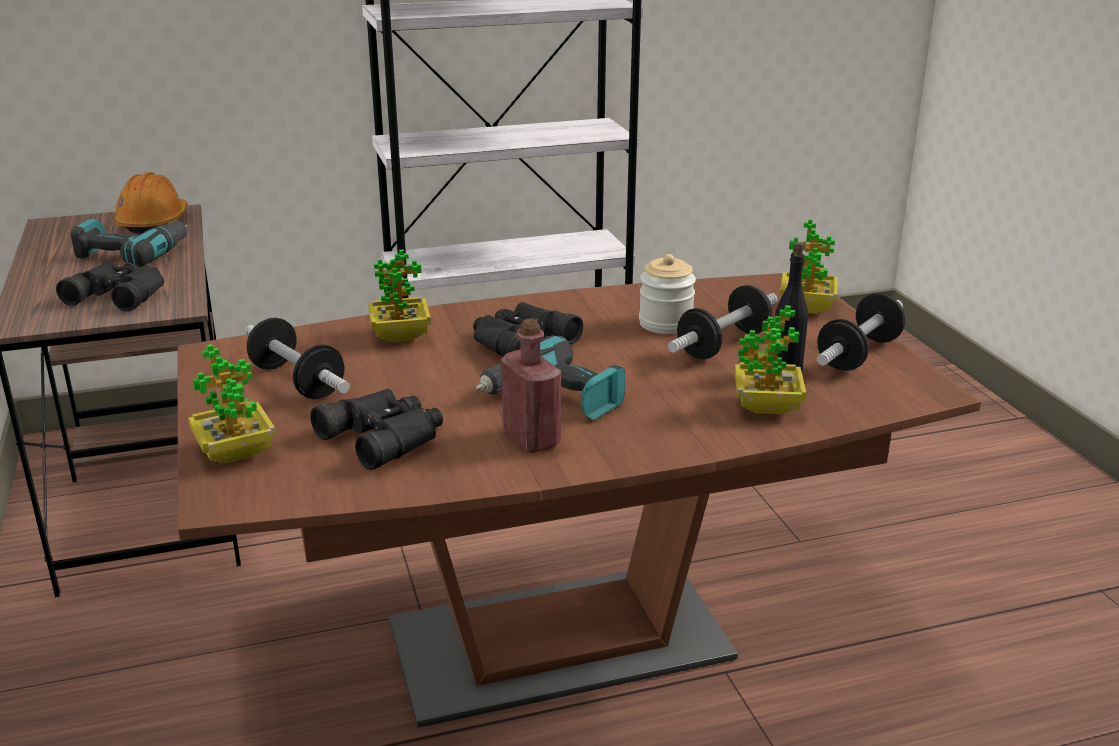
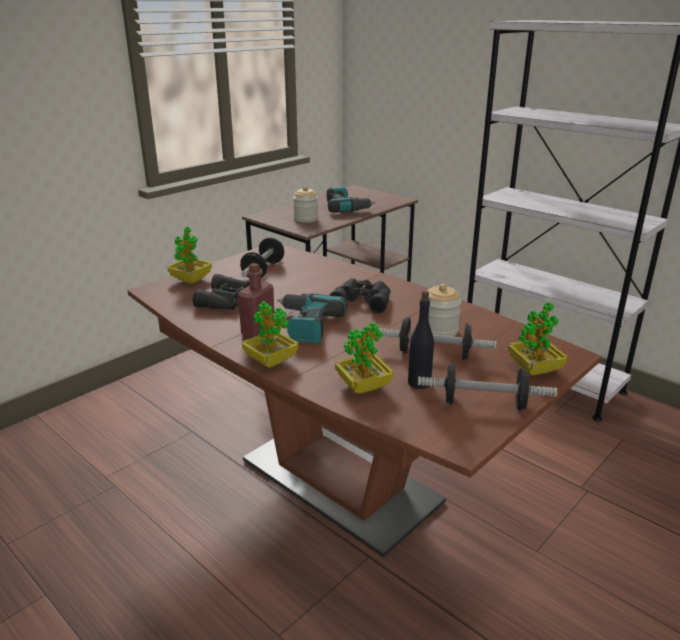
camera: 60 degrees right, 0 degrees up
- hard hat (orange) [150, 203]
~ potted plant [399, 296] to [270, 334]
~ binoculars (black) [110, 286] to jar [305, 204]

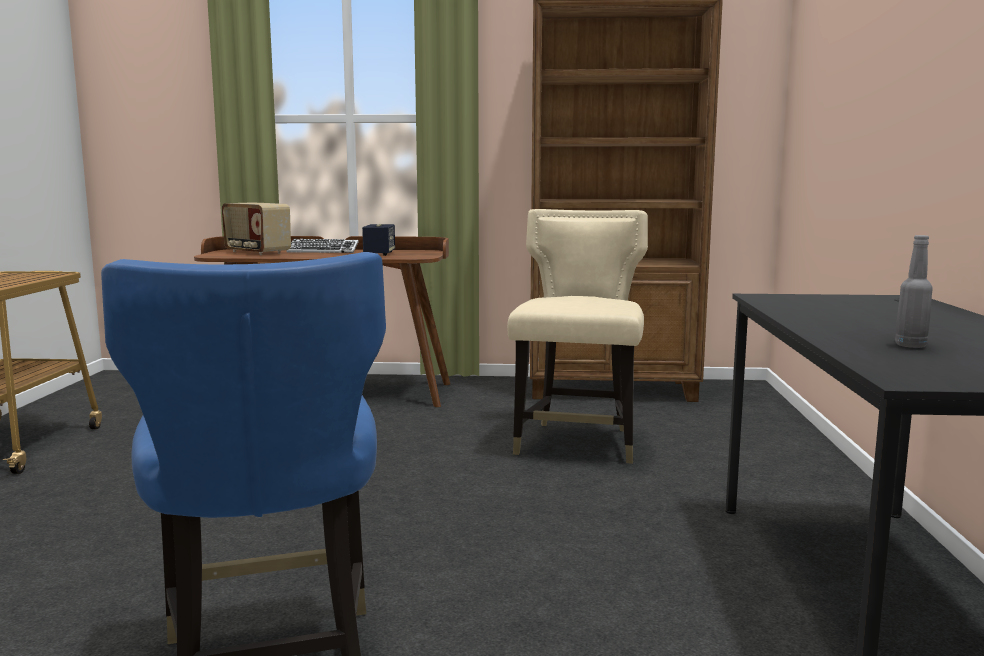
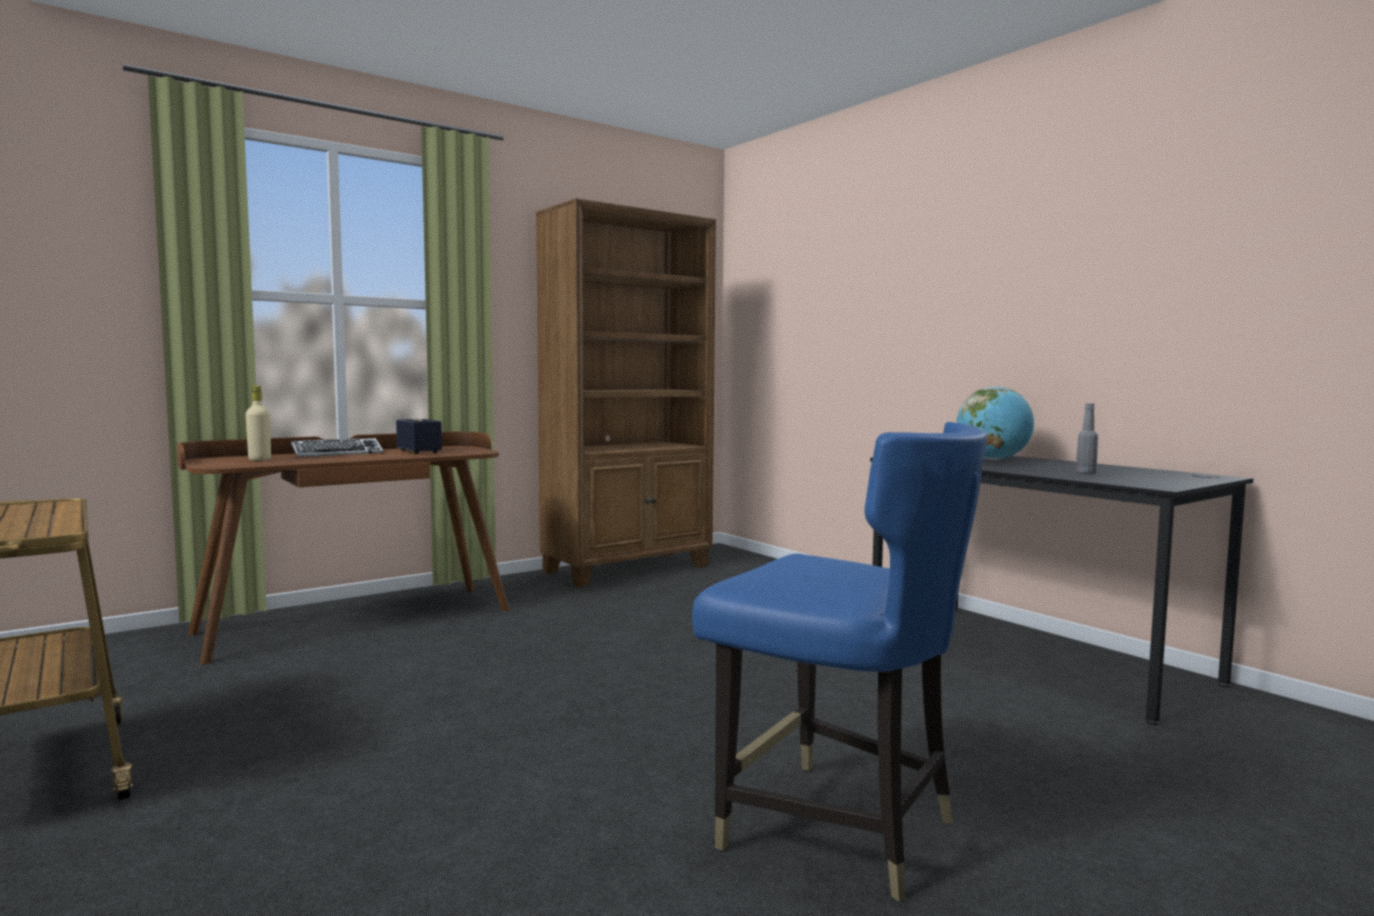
camera: 40 degrees left, 5 degrees down
- chair (beige) [577, 336]
+ globe [995, 423]
~ radio [256, 228] to bottle (beige) [258, 422]

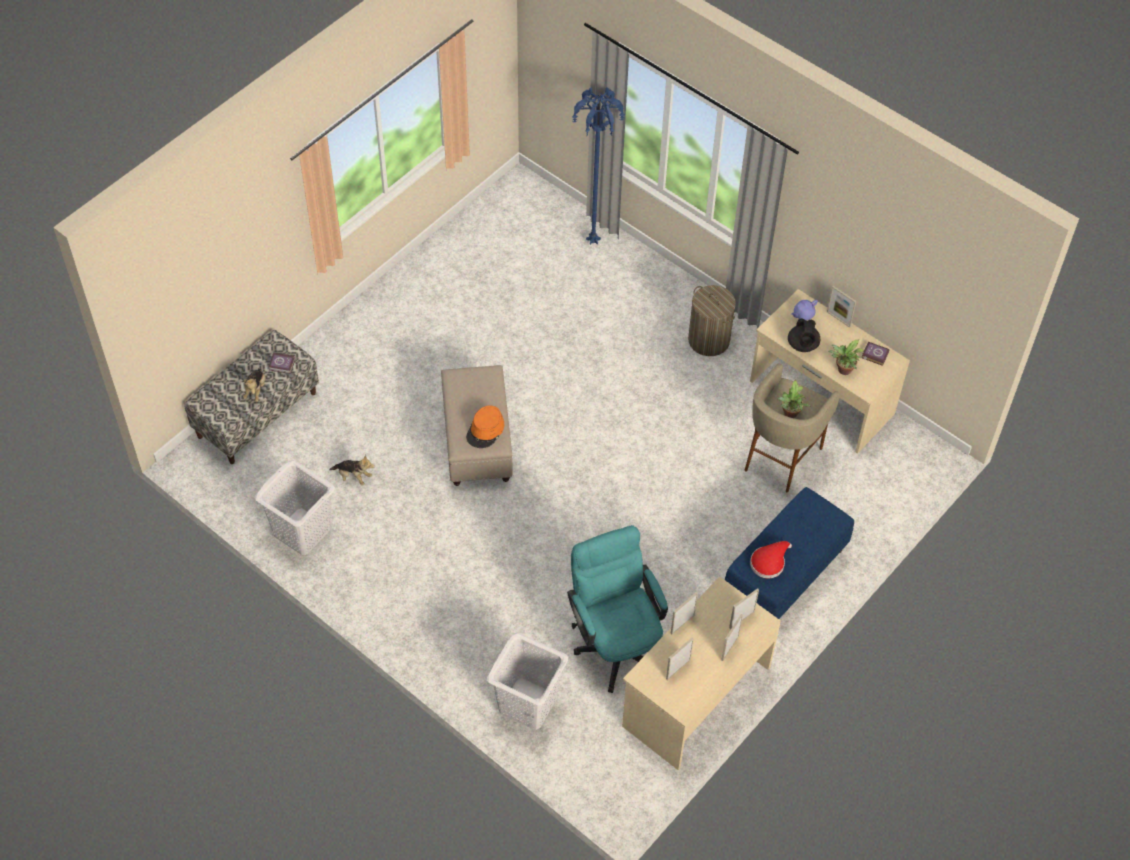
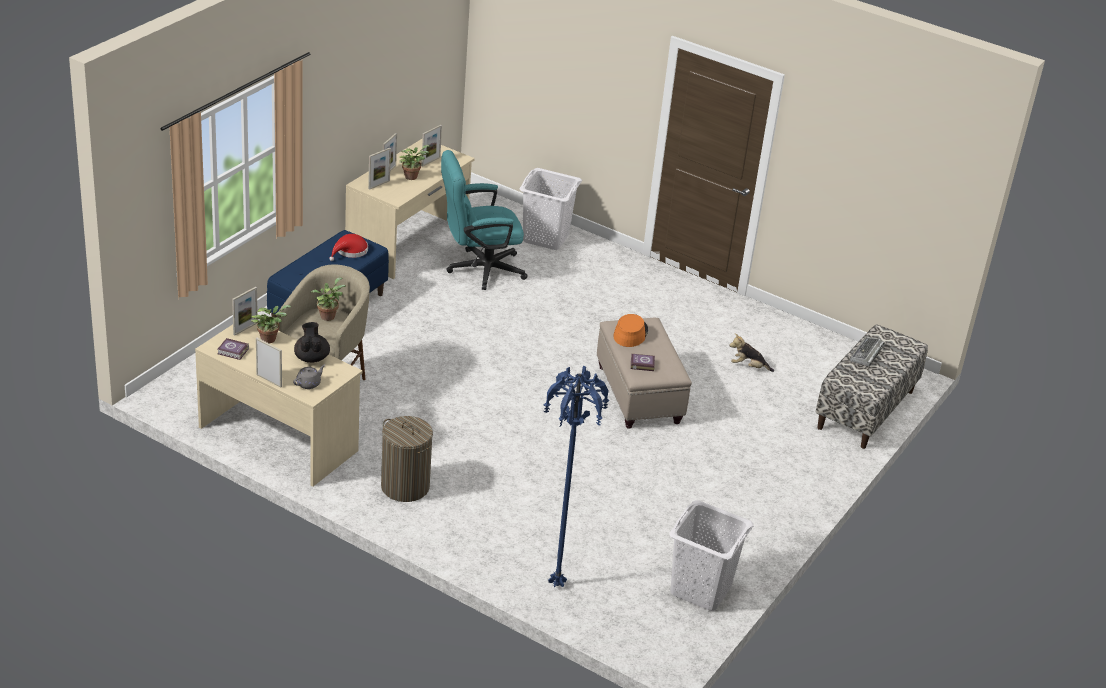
camera: 170 degrees right, 20 degrees down
+ potted plant [414, 162]
~ laundry basket (white) [295, 507] to [711, 555]
~ book [282, 363] to [643, 362]
~ picture frame [684, 613] to [245, 311]
~ plush toy [254, 385] to keyboard [867, 352]
~ teapot (purple) [804, 310] to teapot (grey) [309, 376]
~ office chair (turquoise) [617, 609] = [484, 220] 105 degrees clockwise

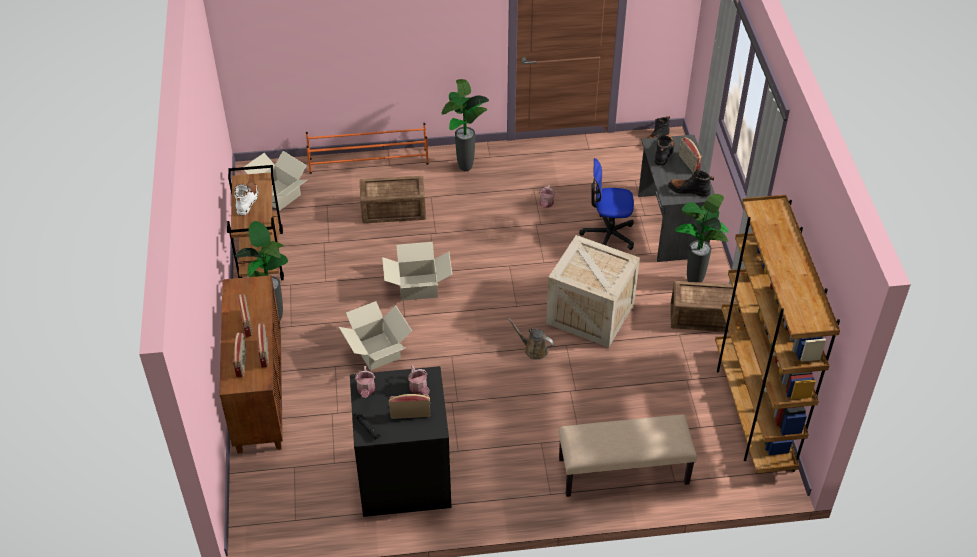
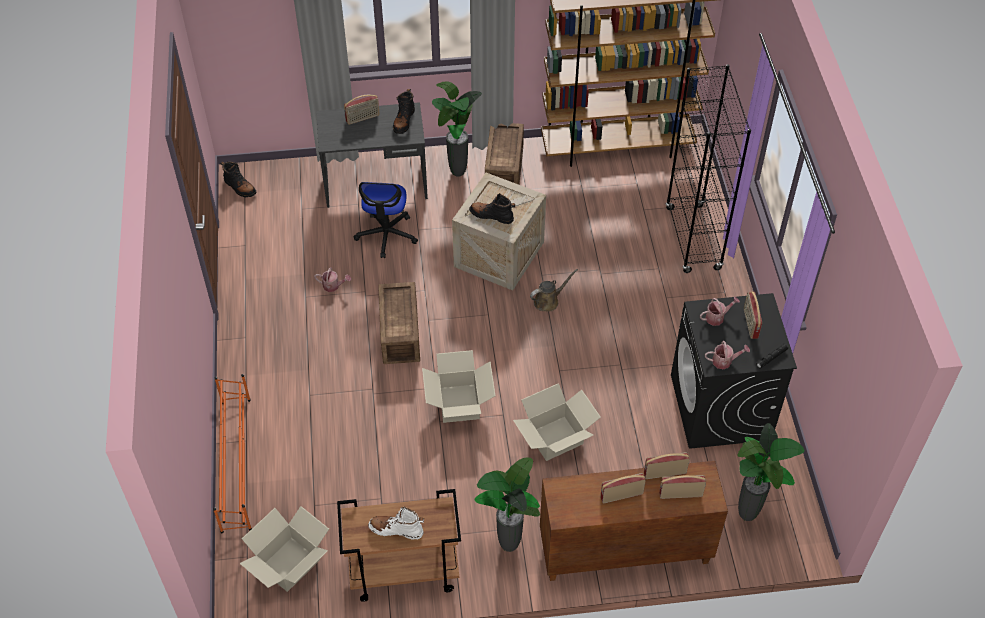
camera: 90 degrees left, 5 degrees up
~ crate [393, 199] to [399, 323]
~ potted plant [465, 125] to [771, 472]
~ boot (black) [664, 150] to [492, 208]
~ bench (beige) [628, 456] to bookcase (black) [708, 168]
~ watering can (brown) [530, 339] = [554, 290] 150 degrees counterclockwise

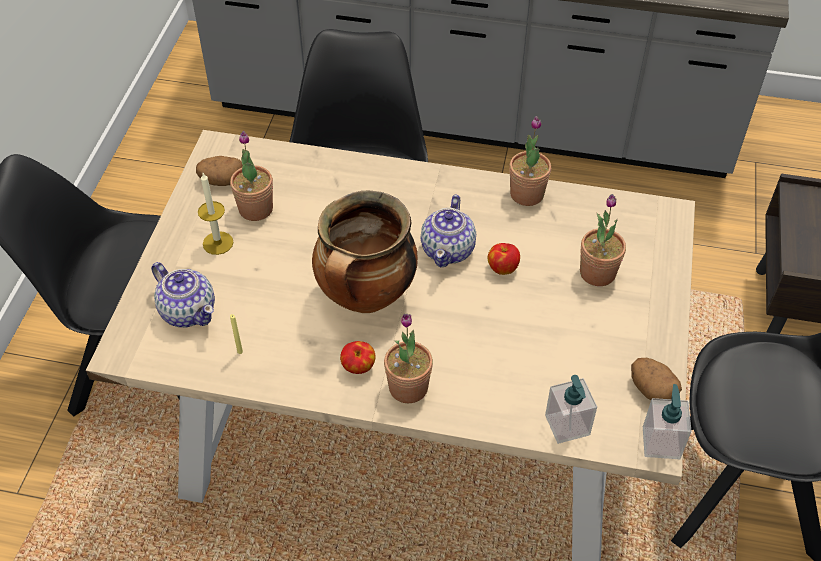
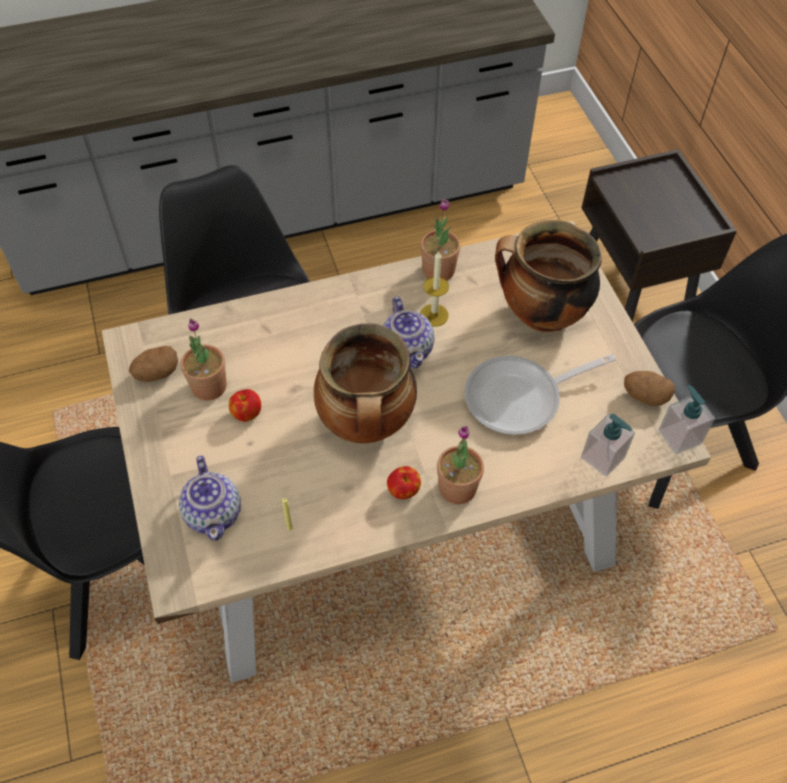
camera: 30 degrees left, 5 degrees up
+ frying pan [540, 394]
~ candle [216, 214] to [434, 289]
~ apple [504, 259] to [245, 405]
~ potted plant [603, 240] to cooking pot [548, 276]
~ teapot [183, 294] = [210, 498] 60 degrees clockwise

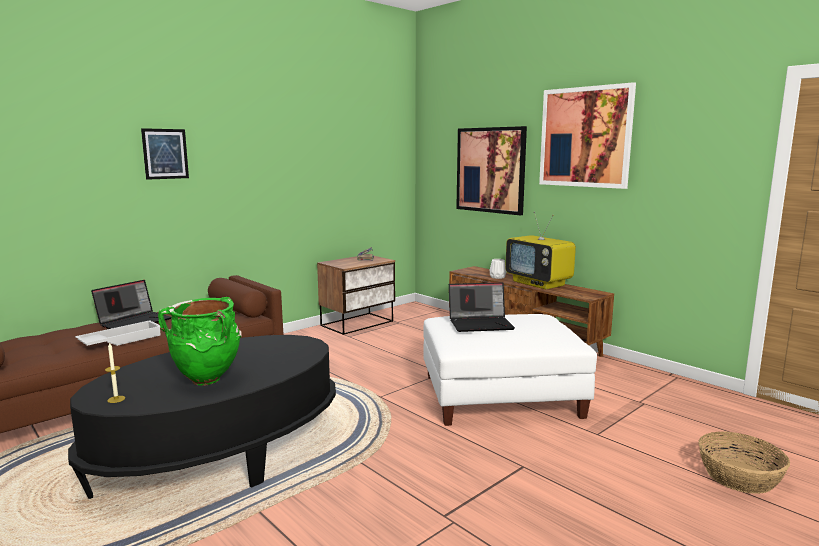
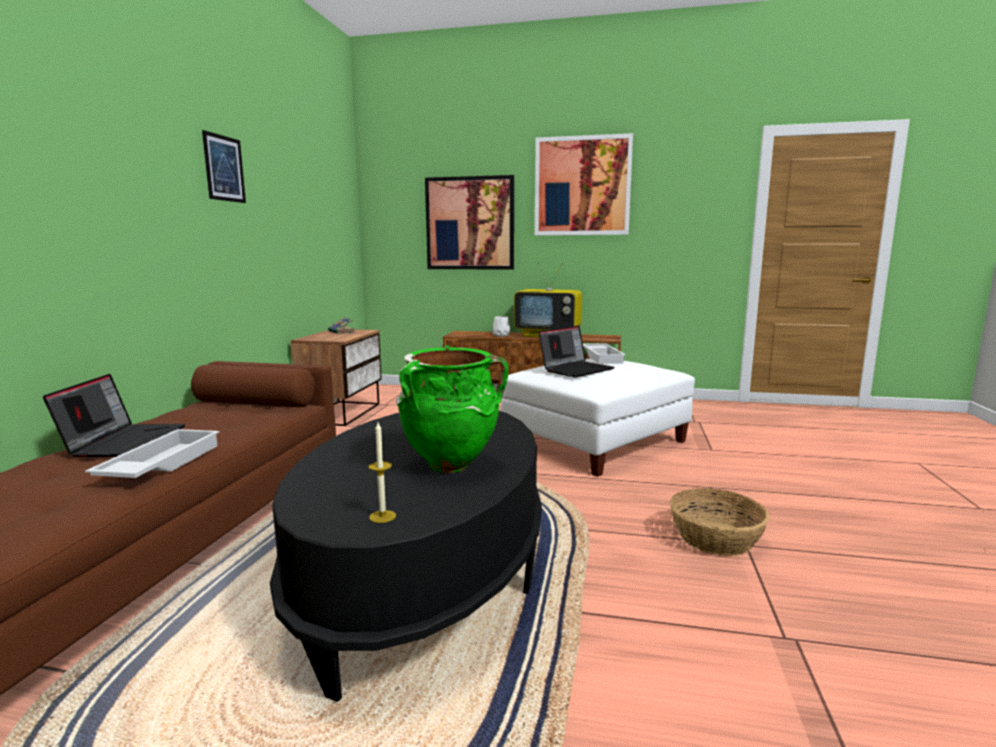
camera: 35 degrees left, 0 degrees up
+ tray (white) [604, 353]
~ picture [165, 154] to [224, 166]
~ basket [744, 463] to [720, 522]

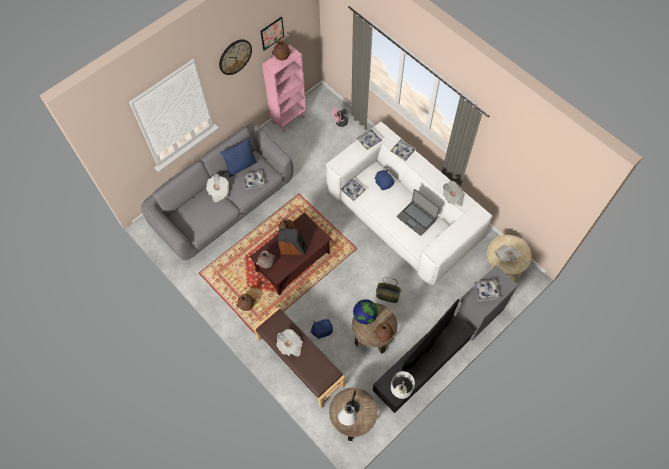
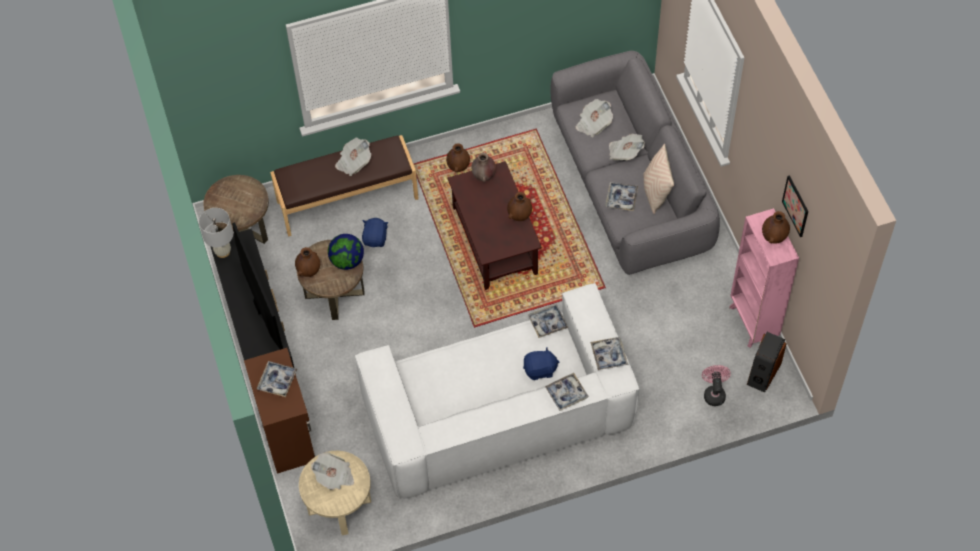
camera: 115 degrees right, 5 degrees down
- wall clock [235, 57]
- table lamp [349, 408]
- basket [388, 290]
- laptop [418, 212]
~ speaker [292, 241] to [767, 362]
~ newspaper [454, 193] to [594, 118]
~ pillow (blue) [239, 157] to pillow (beige) [658, 179]
~ cabinet (grey) [487, 303] to cabinet (brown) [279, 411]

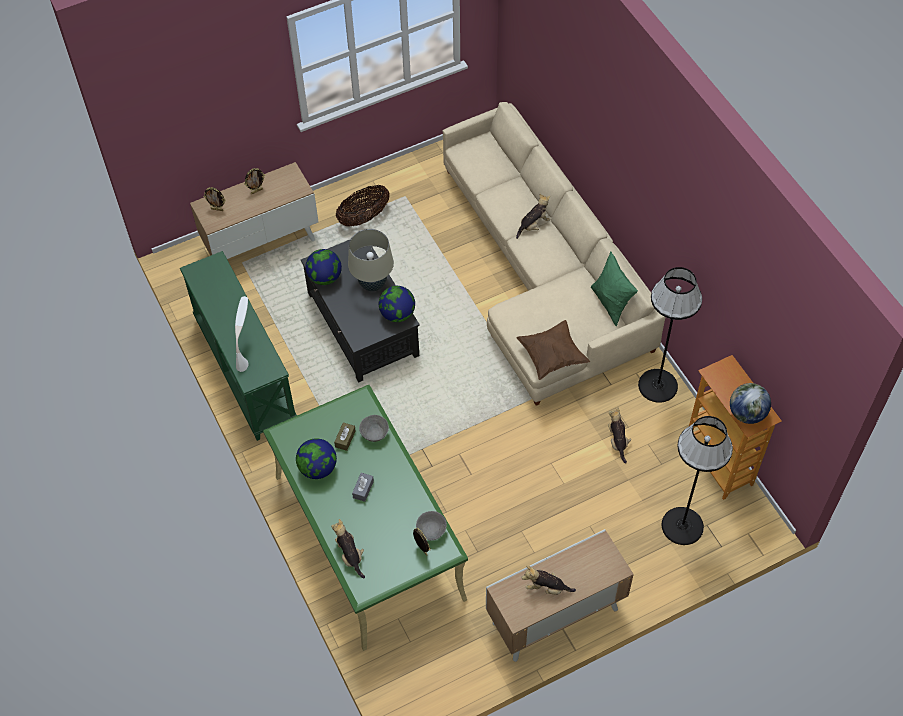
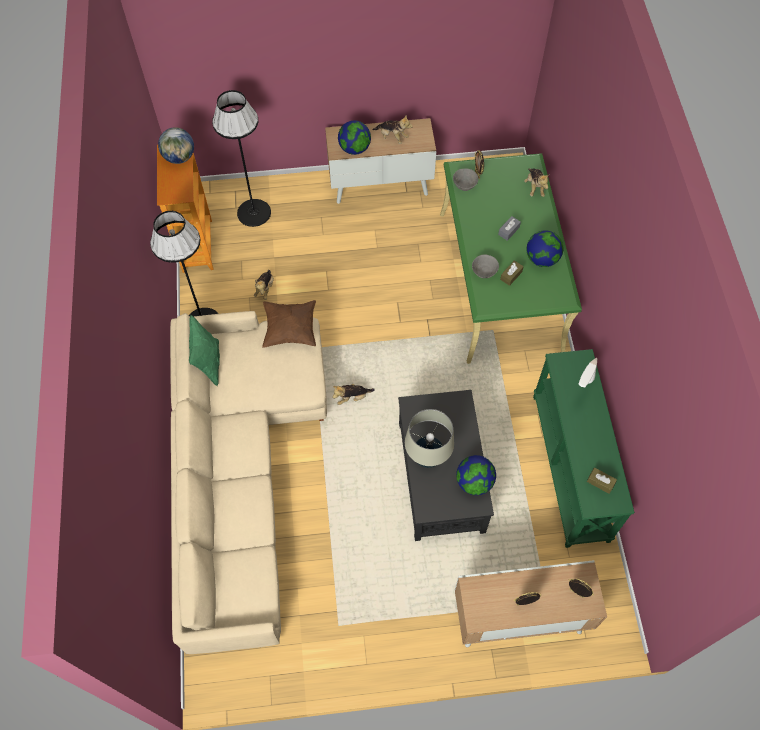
camera: 160 degrees left, 5 degrees up
- basket [363, 206]
+ tissue box (brown) [602, 481]
~ globe [397, 304] to [354, 138]
~ plush toy [533, 216] to [353, 394]

